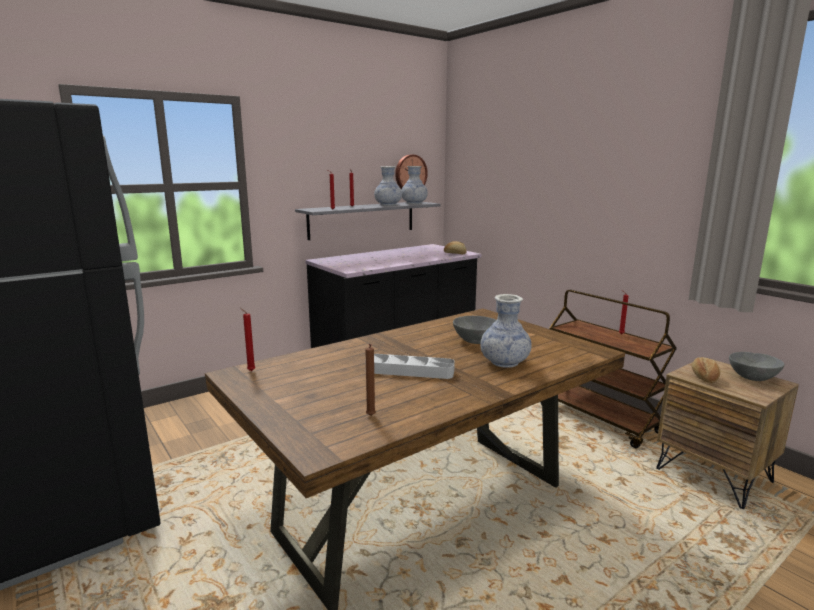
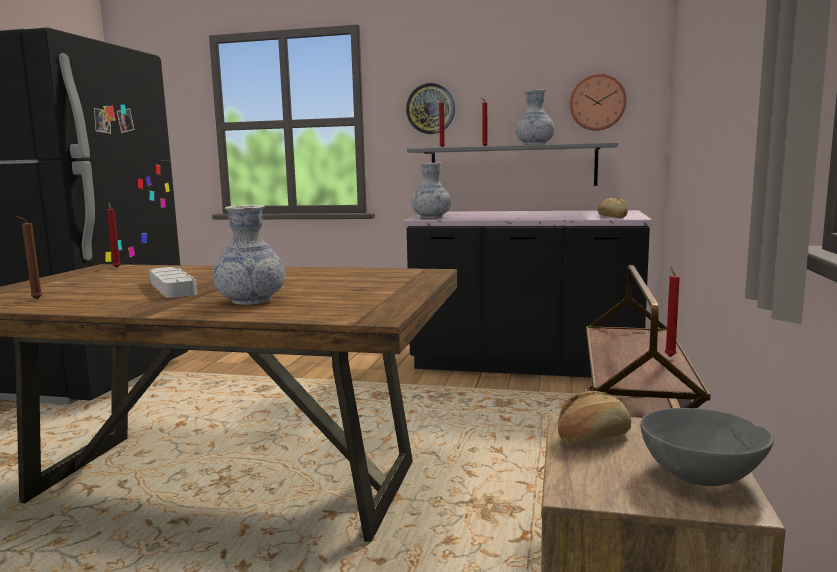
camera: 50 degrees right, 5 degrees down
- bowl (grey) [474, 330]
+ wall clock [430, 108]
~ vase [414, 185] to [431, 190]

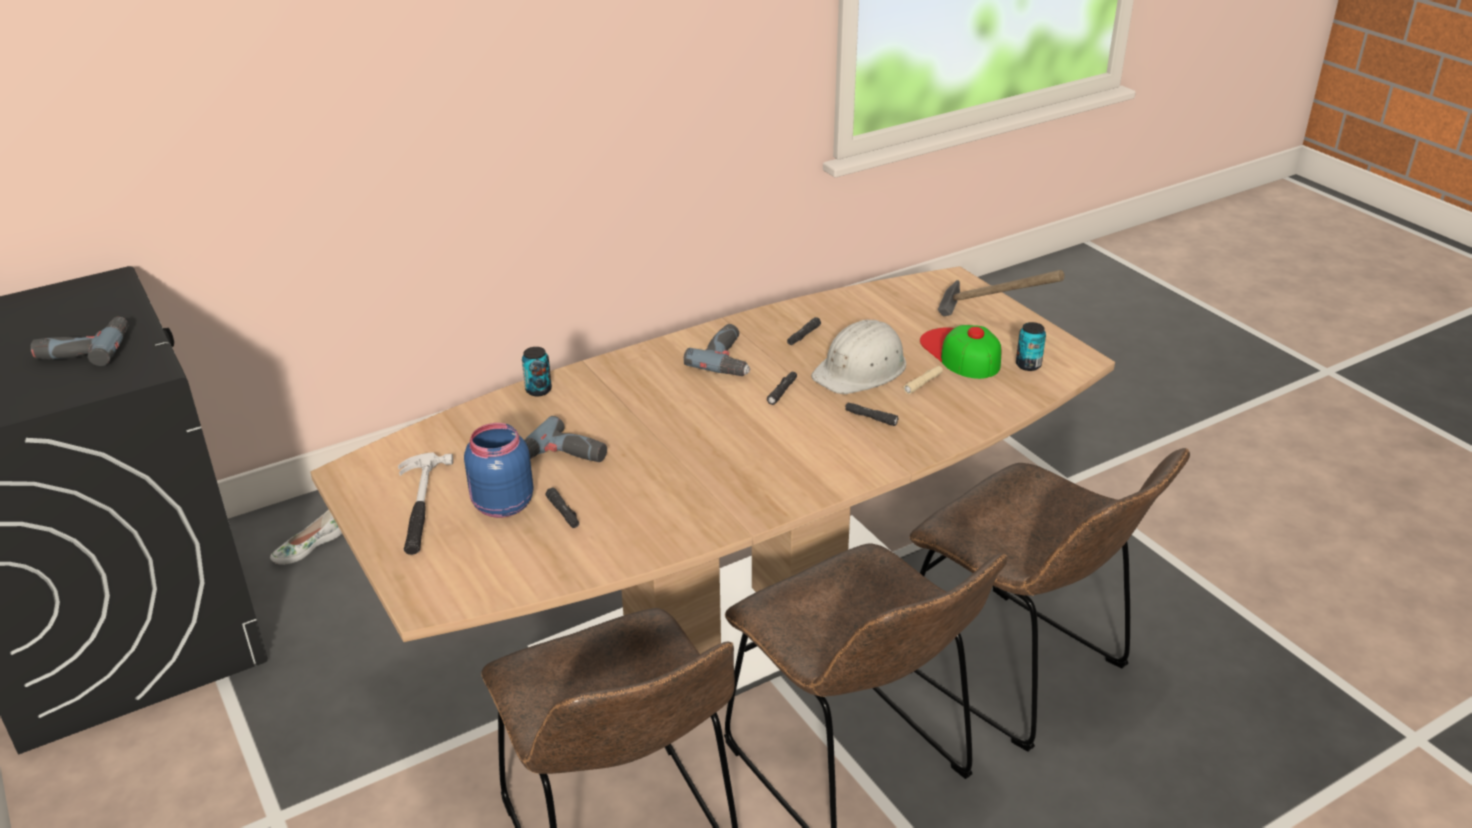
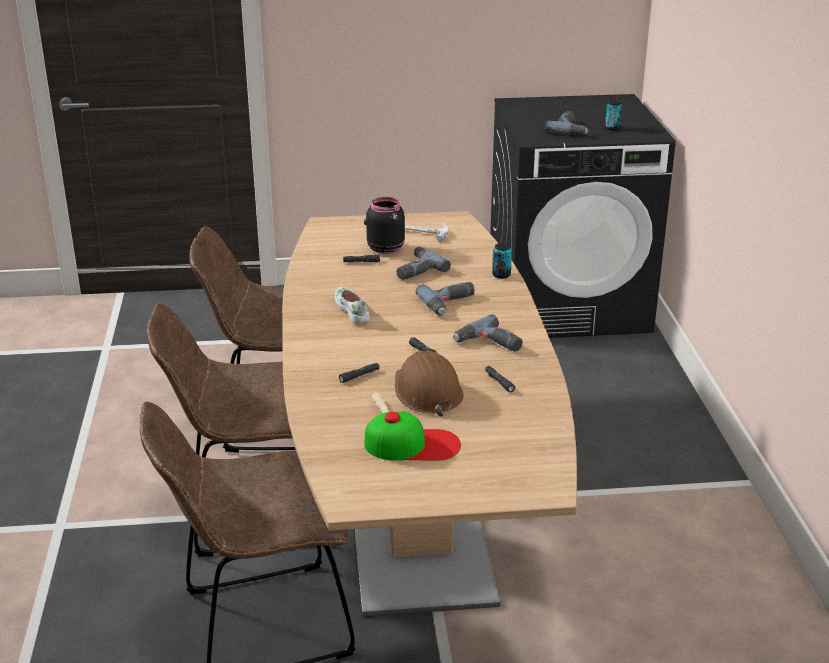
camera: 115 degrees right, 5 degrees down
- hammer [1001, 293]
+ power drill [445, 299]
~ shoe (white) [306, 537] to [352, 305]
~ can [1031, 346] to [614, 115]
~ jar (blue) [498, 470] to jar (black) [385, 225]
~ hard hat (white) [858, 357] to hard hat (brown) [429, 383]

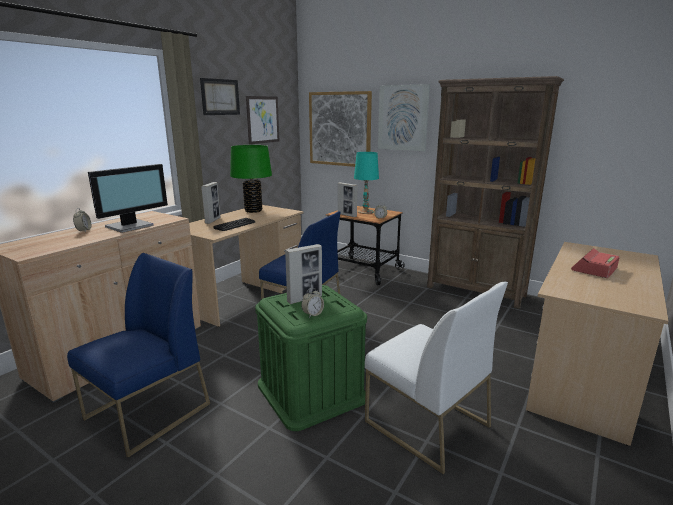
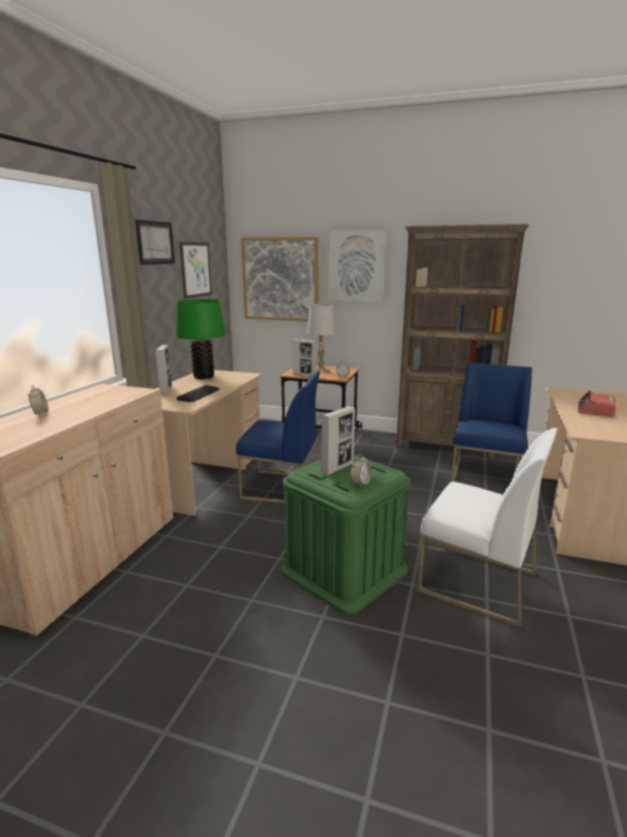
camera: 15 degrees left, 0 degrees up
- monitor [128, 198]
~ chair (blue) [138, 355] to [491, 422]
~ table lamp (turquoise) [366, 183] to table lamp (white) [321, 338]

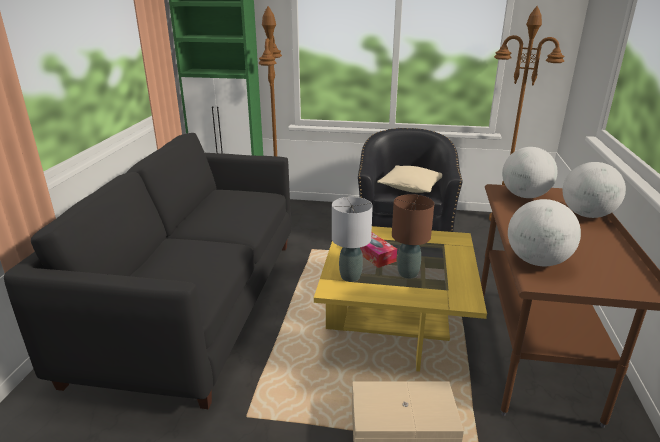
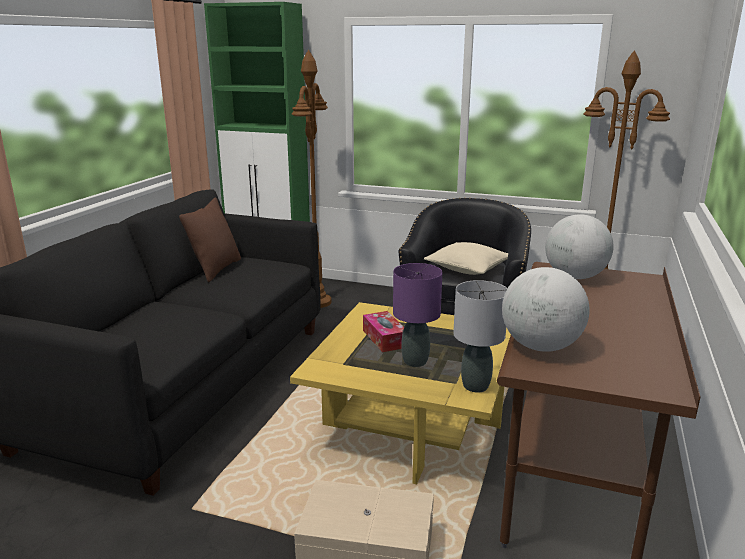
camera: 10 degrees right, 5 degrees down
- globe [594, 190]
+ pillow (brown) [210, 240]
~ table lamp (grey) [352, 239] to [480, 336]
~ table lamp (brown) [413, 236] to table lamp (purple) [417, 315]

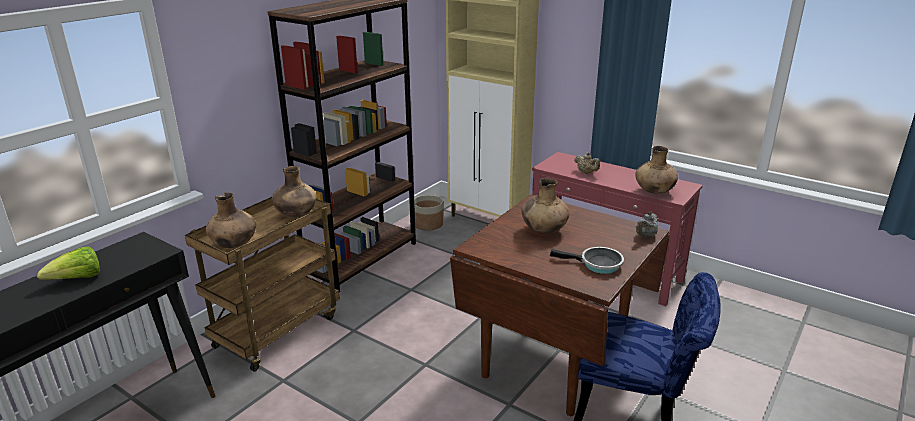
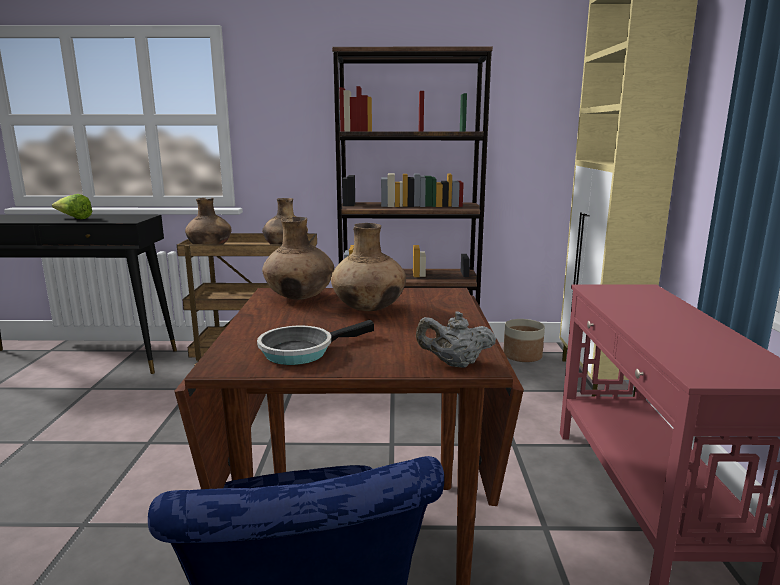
camera: 55 degrees right, 10 degrees down
- teapot (beige) [587, 163]
~ vase (brown) [656, 170] to [298, 258]
~ frying pan [587, 260] = [315, 342] 75 degrees clockwise

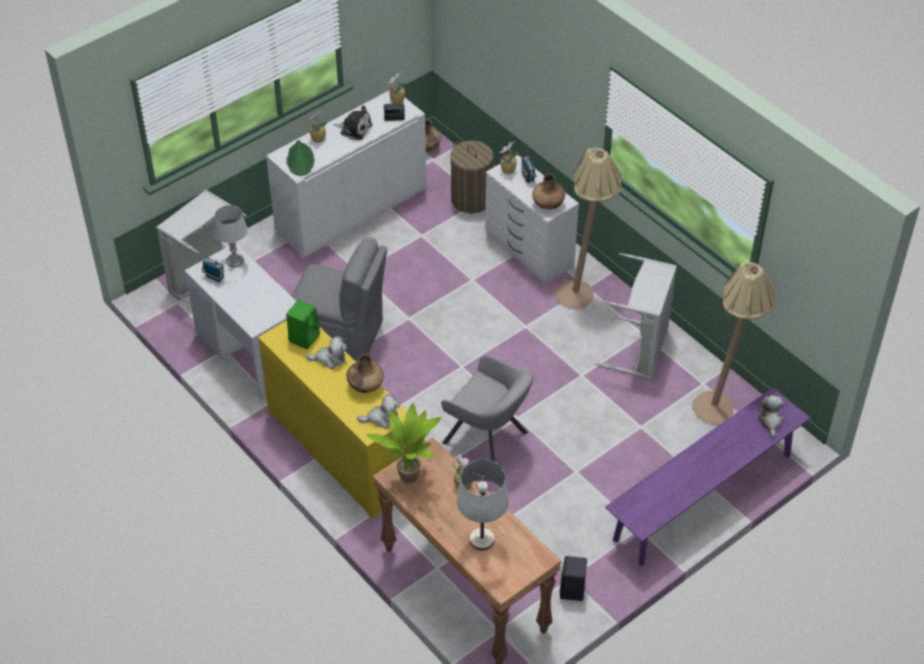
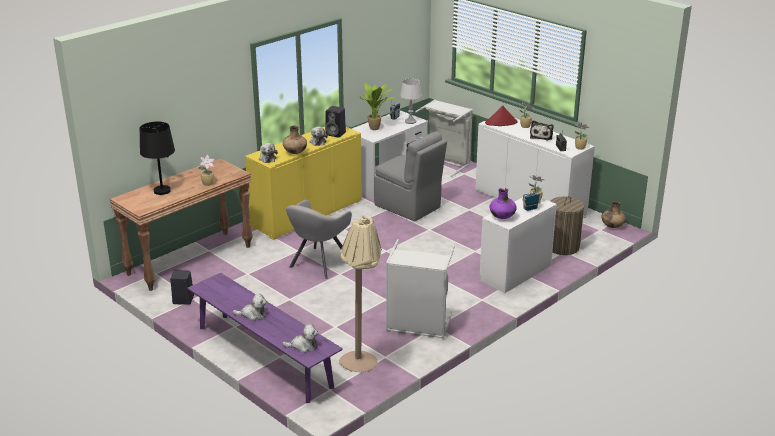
camera: 85 degrees right, 20 degrees down
- floor lamp (beige) [588, 228]
+ plush toy [250, 307]
~ potted plant [403, 443] to [377, 106]
~ hat (green) [300, 158] to hat (red) [501, 115]
~ speaker (green) [303, 324] to speaker (black) [335, 122]
~ table lamp (white) [483, 504] to table lamp (black) [157, 158]
~ vase (brown) [548, 191] to vase (purple) [503, 203]
~ chair (grey) [339, 299] = [410, 176] 60 degrees counterclockwise

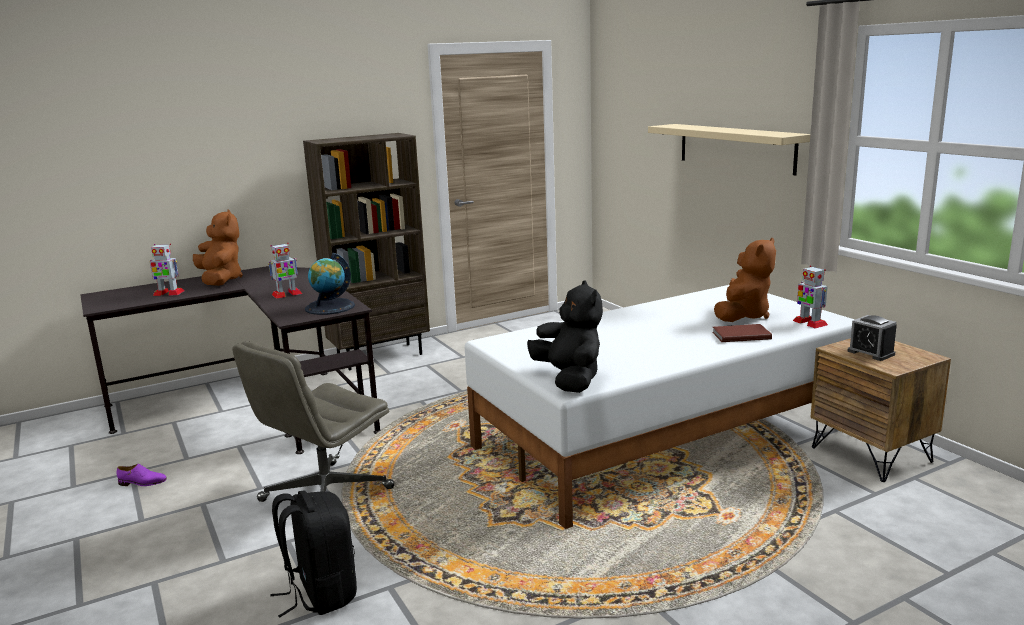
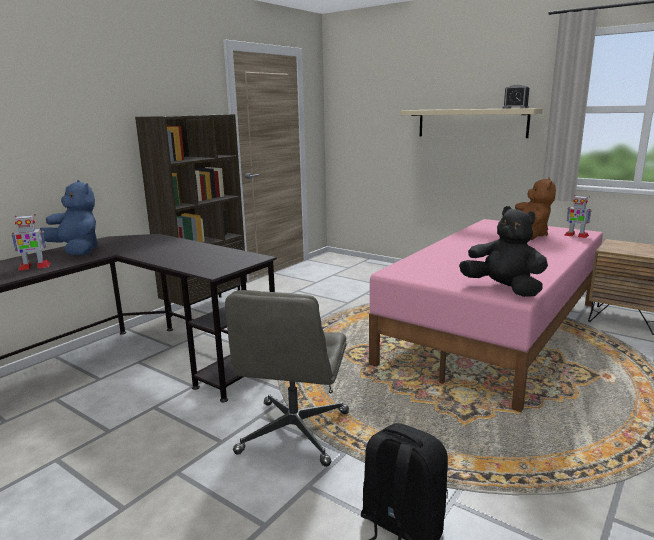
camera: 25 degrees left, 0 degrees up
- shoe (purple) [142, 475]
- toy robot [285, 271]
- globe [330, 284]
- book (brown) [742, 333]
~ alarm clock [872, 338] to [515, 96]
~ plush toy (brown) [218, 247] to plush toy (blue) [68, 217]
~ bed (white) [660, 407] to bed (pink) [486, 315]

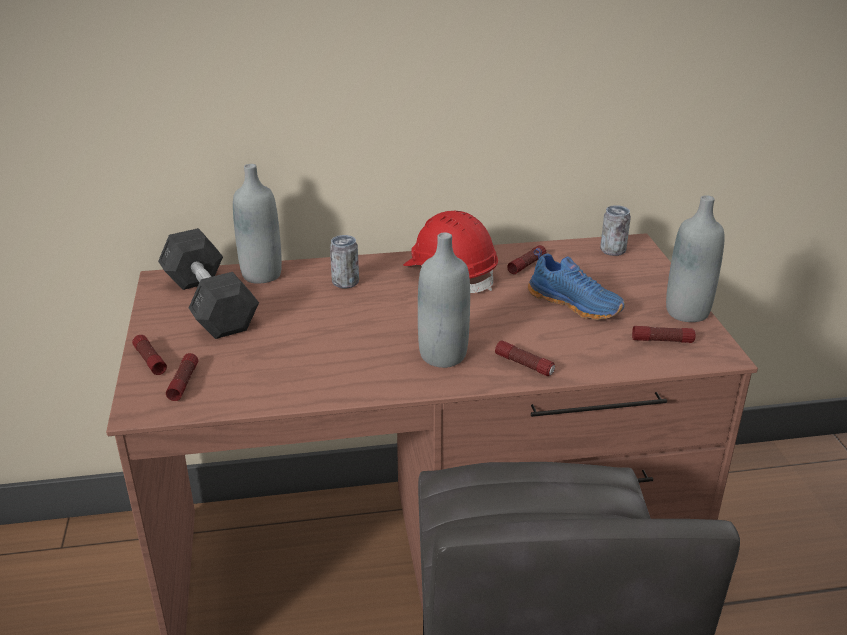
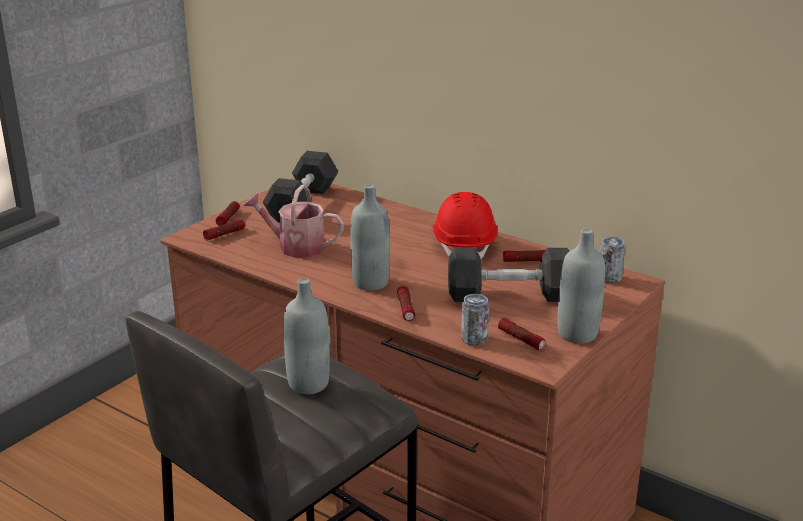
camera: 45 degrees right, 5 degrees down
+ watering can [293, 221]
~ bottle (grey) [257, 224] to [307, 336]
~ can [344, 262] to [475, 320]
~ shoe (blue) [576, 284] to dumbbell (grey) [508, 275]

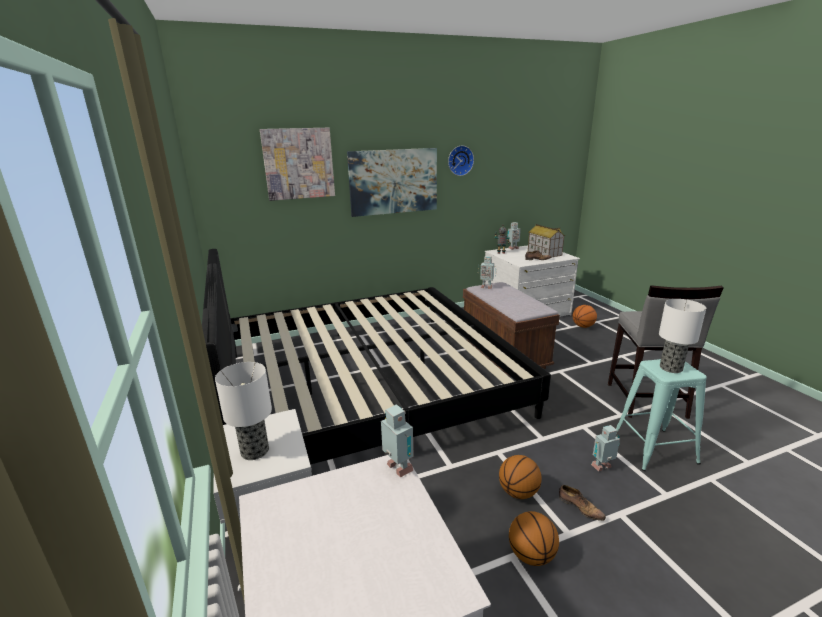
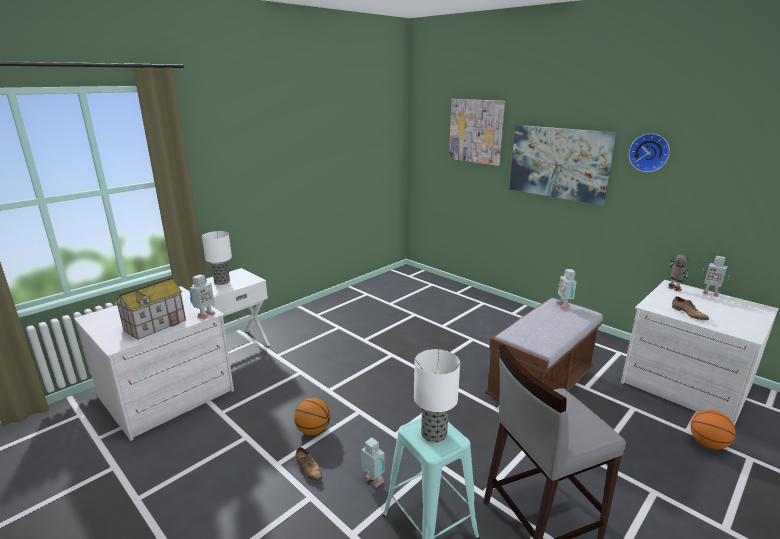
camera: 65 degrees right, 0 degrees up
- bed [376, 357]
- basketball [534, 538]
~ toy house [546, 240] to [150, 308]
~ shoe [582, 503] = [309, 464] 60 degrees counterclockwise

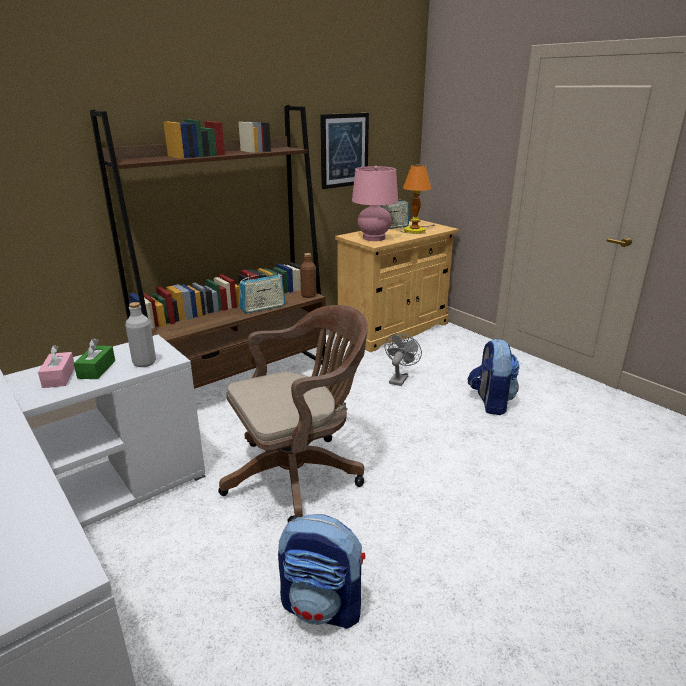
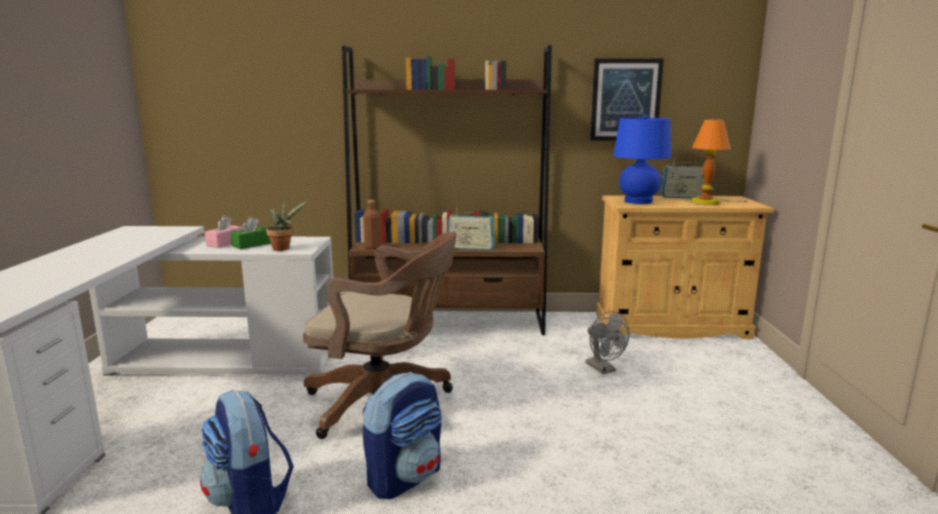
camera: 40 degrees right, 10 degrees down
~ bottle (brown) [308, 275] to [372, 225]
~ backpack [493, 376] to [402, 435]
~ bottle (grey) [140, 334] to potted plant [287, 226]
~ table lamp (pink) [375, 203] to table lamp (blue) [642, 159]
~ fan (grey) [403, 359] = [607, 342] 90 degrees clockwise

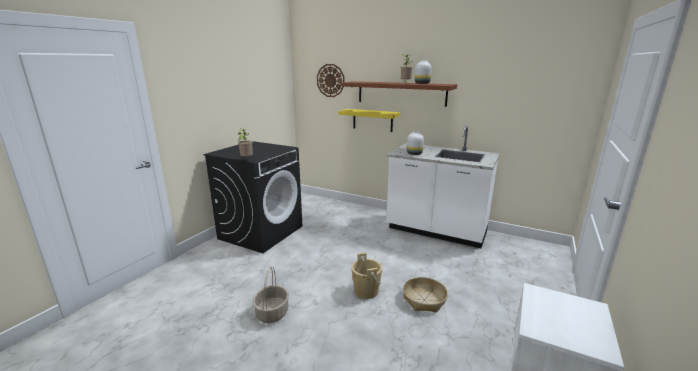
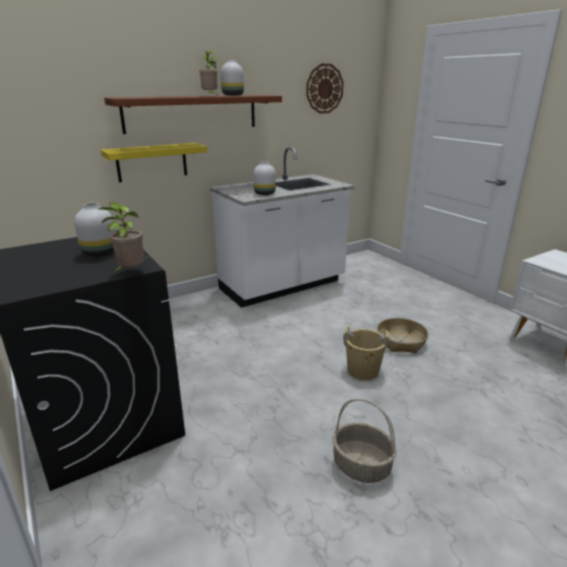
camera: 60 degrees left, 5 degrees up
+ vase (white) [94, 230]
~ wall clock [330, 80] to [325, 89]

